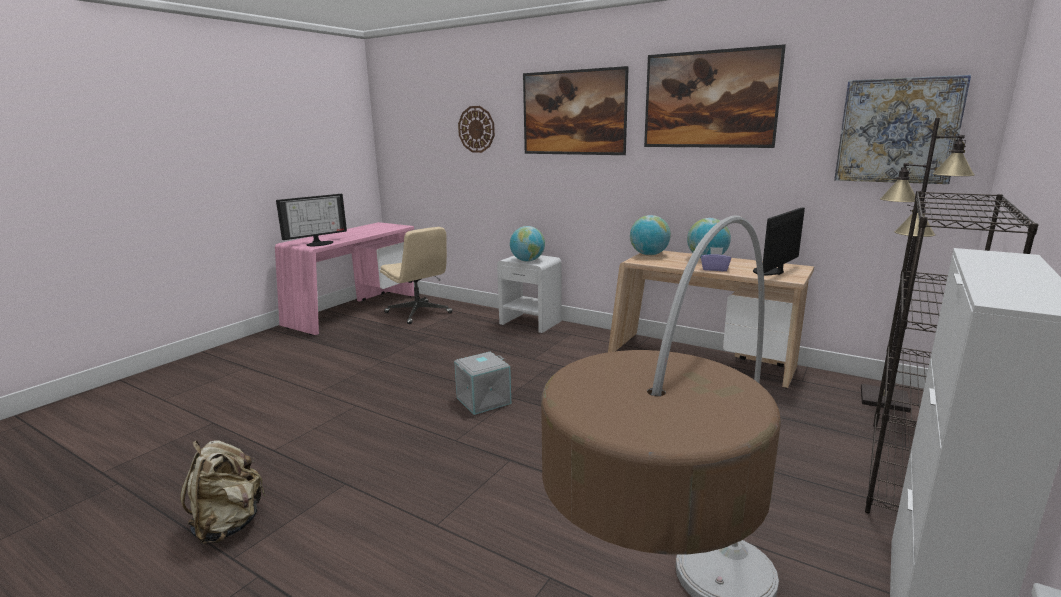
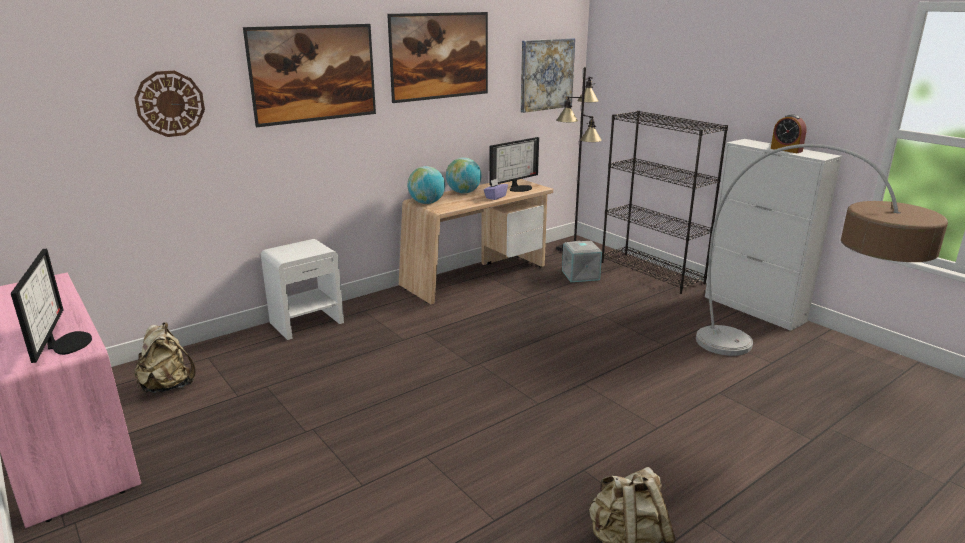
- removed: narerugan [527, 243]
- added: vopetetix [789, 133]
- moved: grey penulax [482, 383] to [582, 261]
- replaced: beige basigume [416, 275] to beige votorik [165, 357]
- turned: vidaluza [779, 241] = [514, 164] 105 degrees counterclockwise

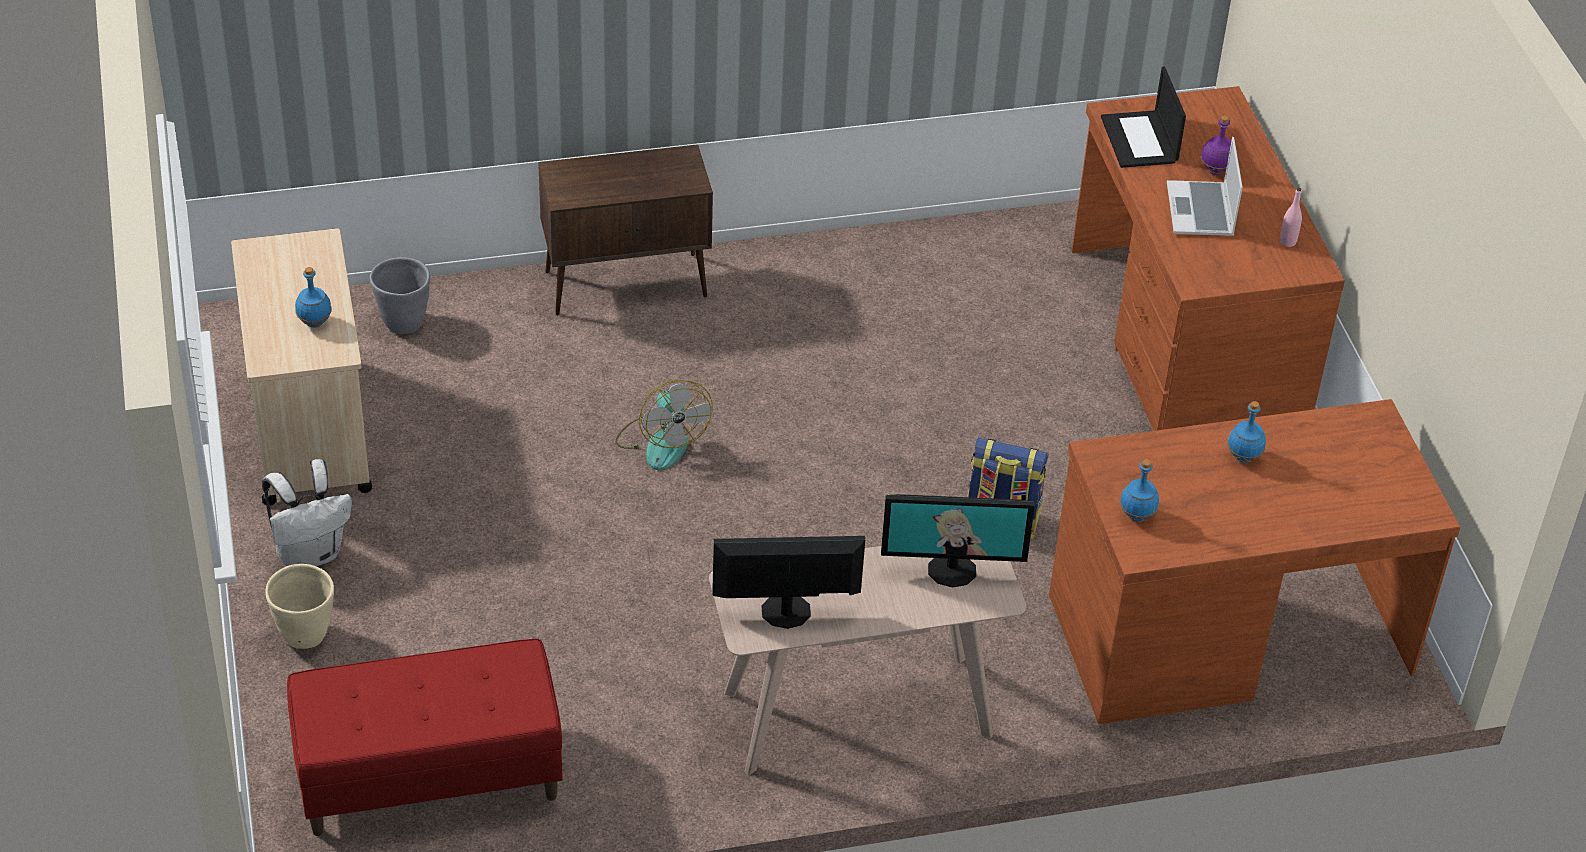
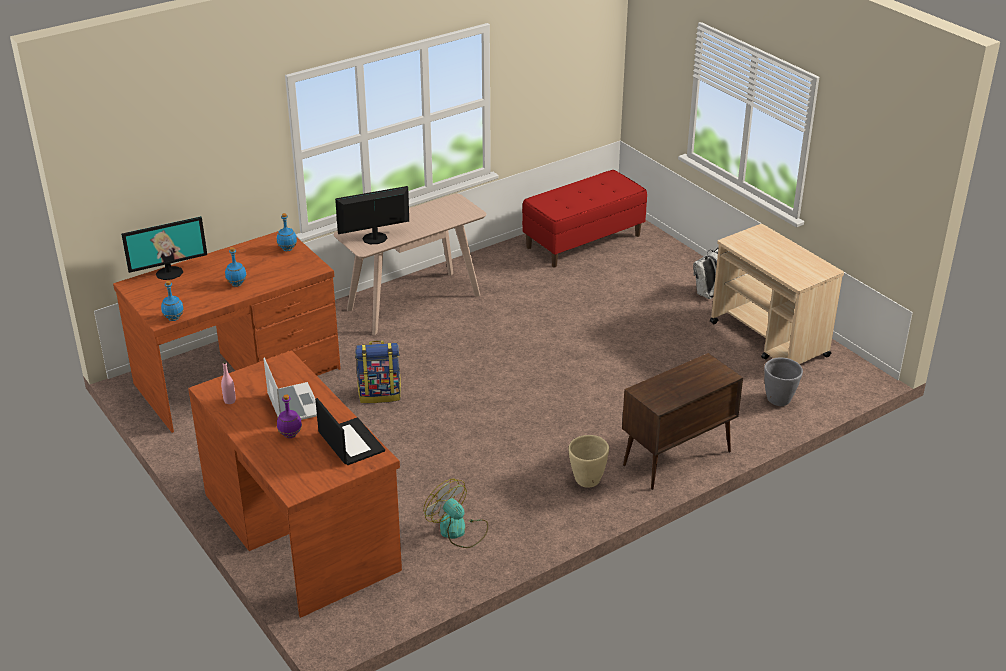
- moved: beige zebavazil [299, 606] to [588, 461]
- moved: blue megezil [313, 297] to [172, 301]
- moved: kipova [664, 425] to [455, 513]
- moved: vidaluza [788, 582] to [164, 248]

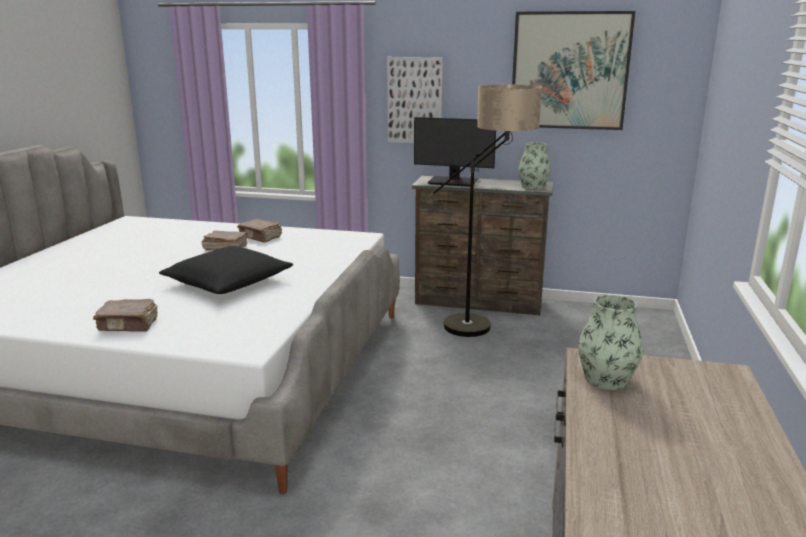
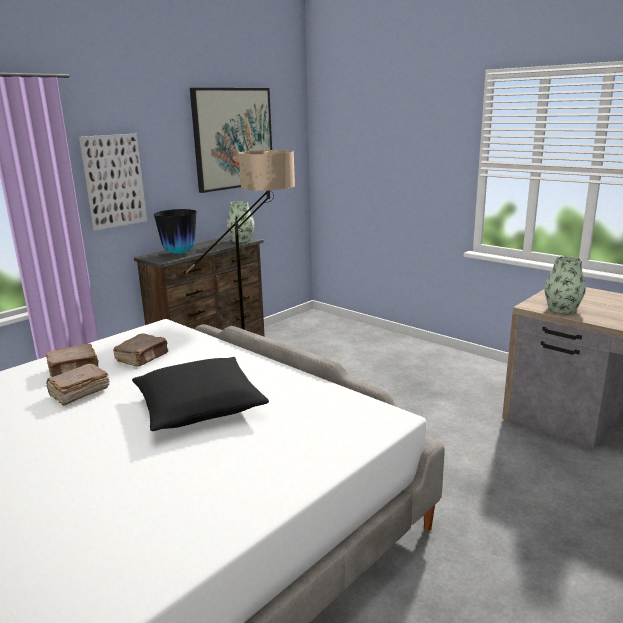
- moved: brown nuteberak [125, 315] to [140, 349]
- replaced: vidaluza [455, 152] to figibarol [175, 231]

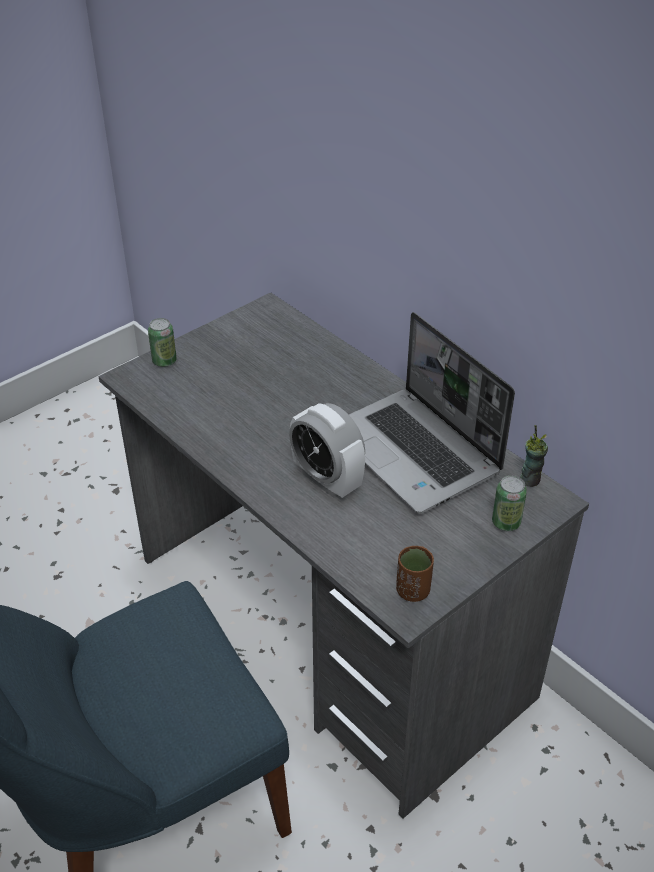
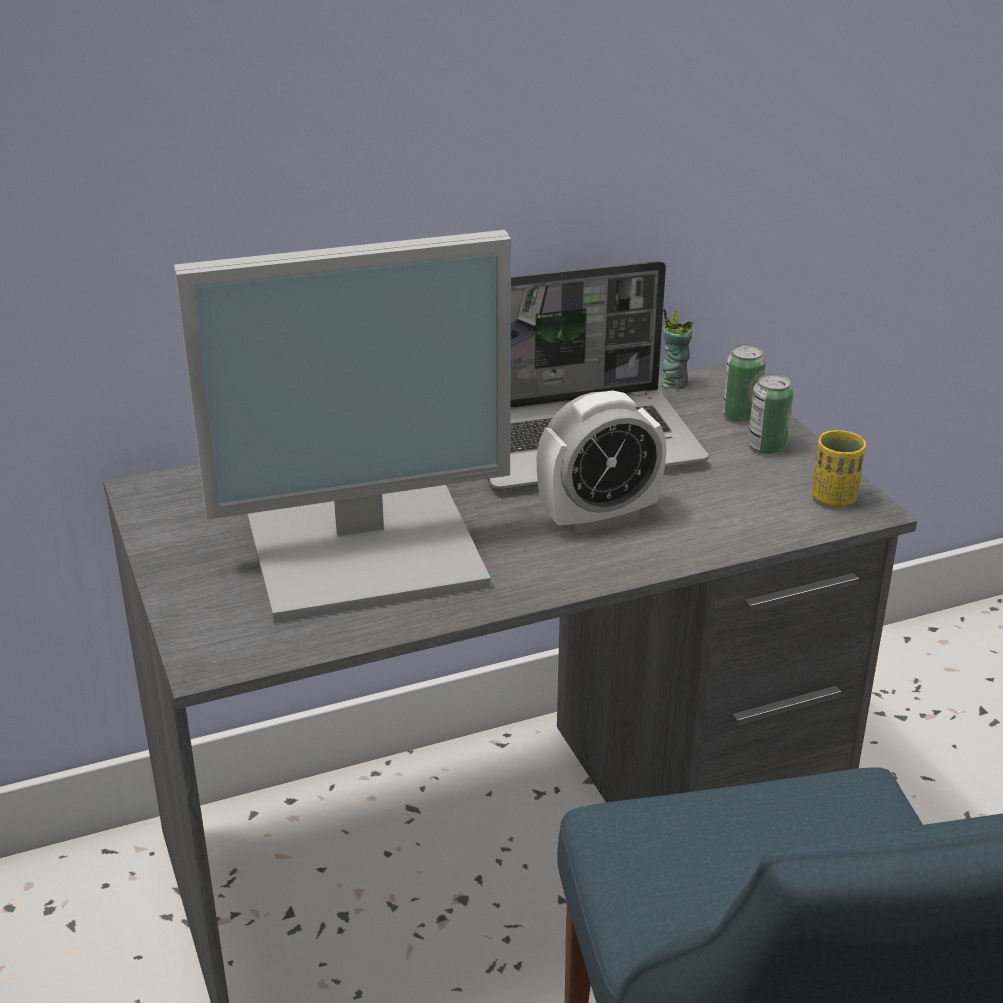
- added: vidaluza [342, 426]
- moved: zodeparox [162, 342] to [771, 414]
- recoloured: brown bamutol [415, 574] to yellow bamutol [838, 468]

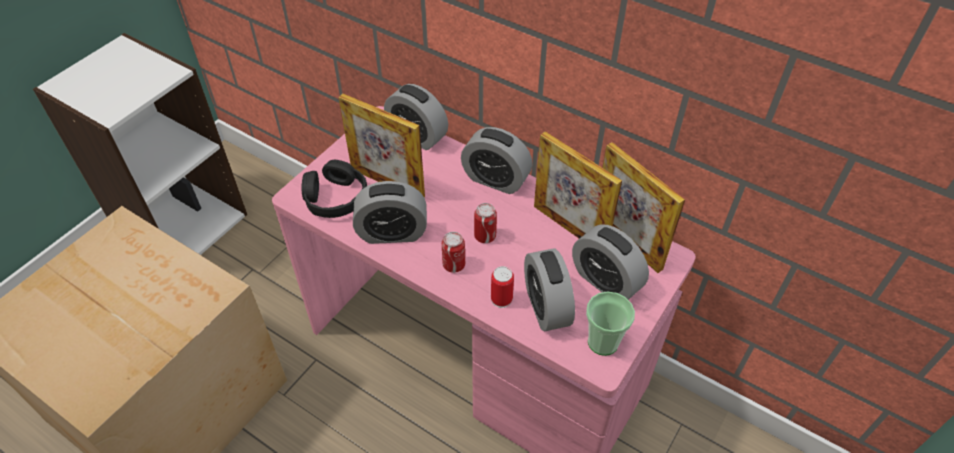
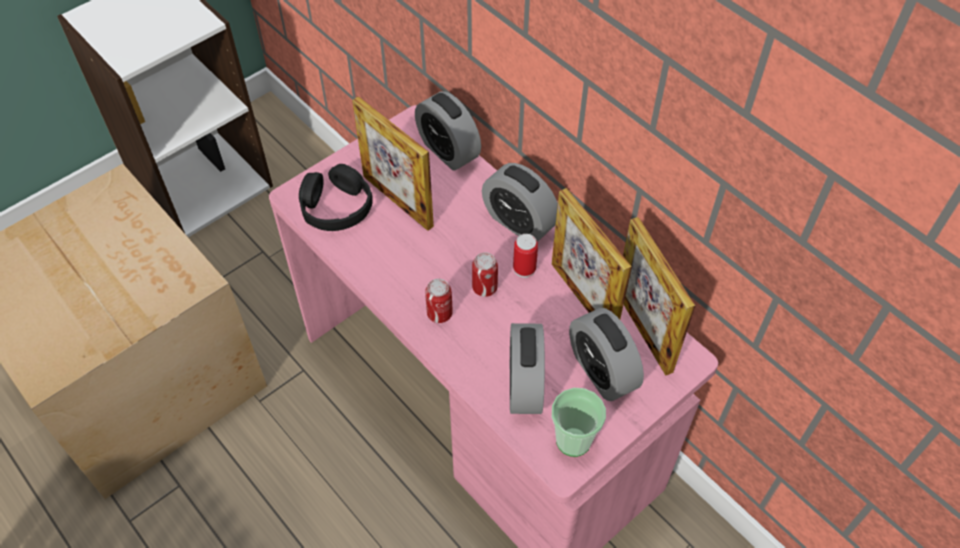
- removed: vopetetix [390, 212]
- moved: zodeparox [502, 287] to [525, 256]

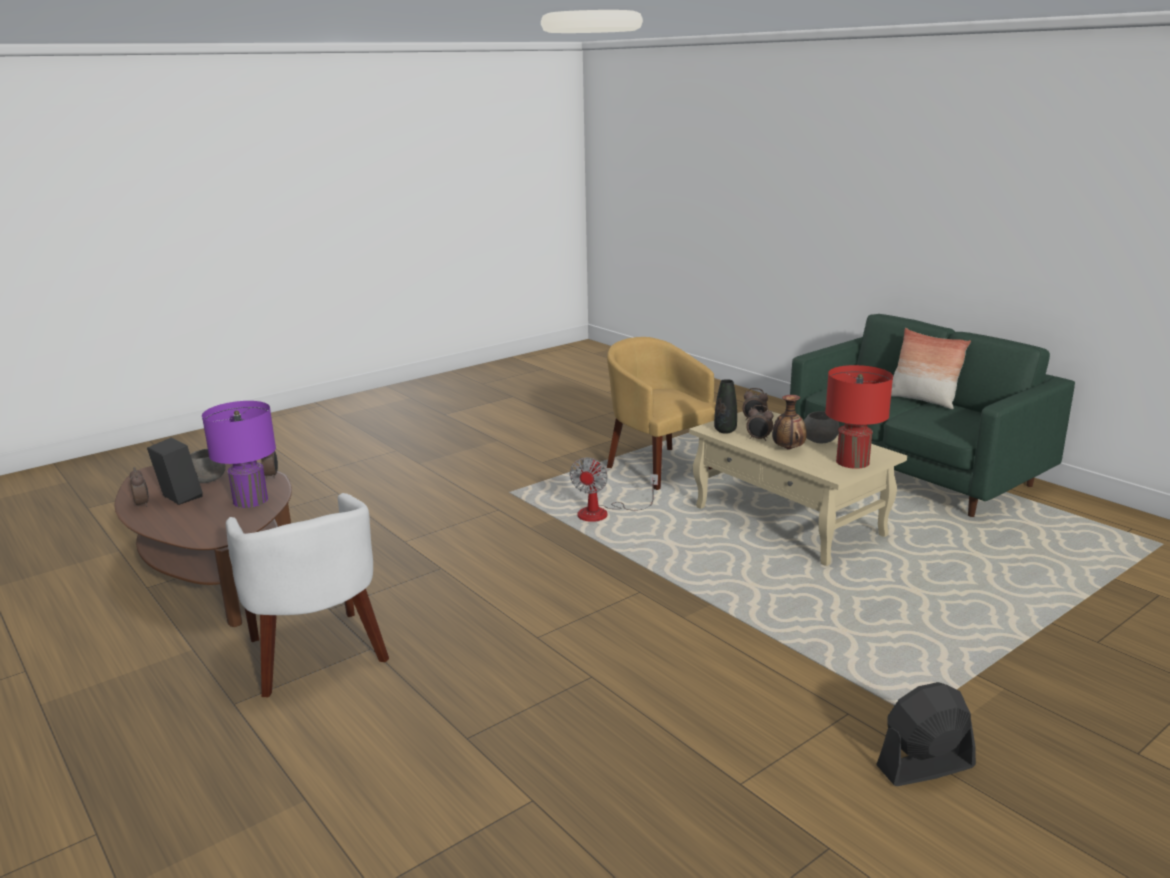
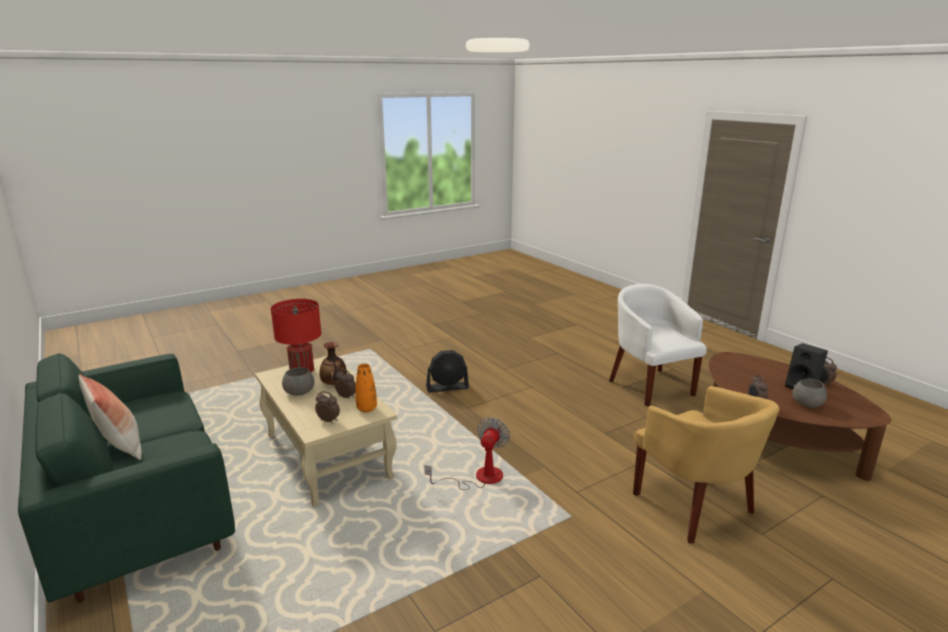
- removed: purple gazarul [239, 454]
- moved: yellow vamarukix [661, 413] to [706, 465]
- moved: black kipova [926, 734] to [447, 371]
- recoloured: black figibarol [725, 406] to orange figibarol [366, 388]

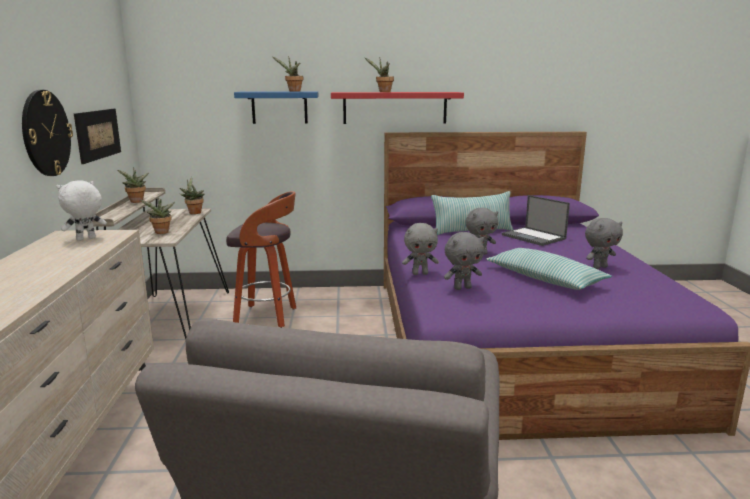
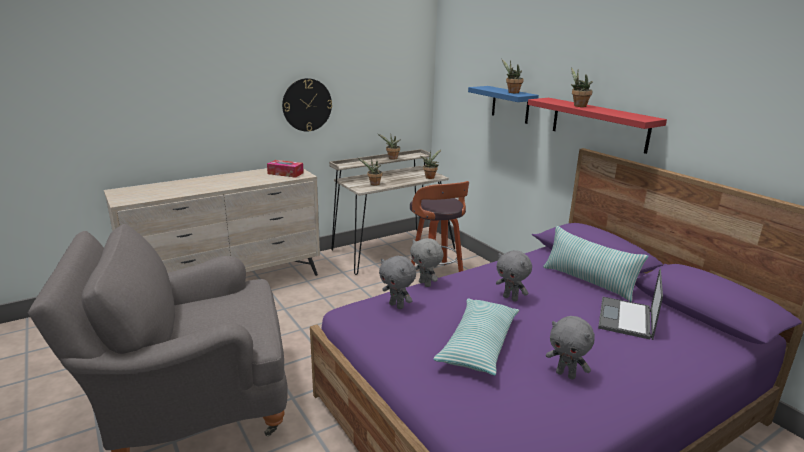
- removed: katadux [97, 136]
- replaced: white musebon [82, 210] to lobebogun [285, 169]

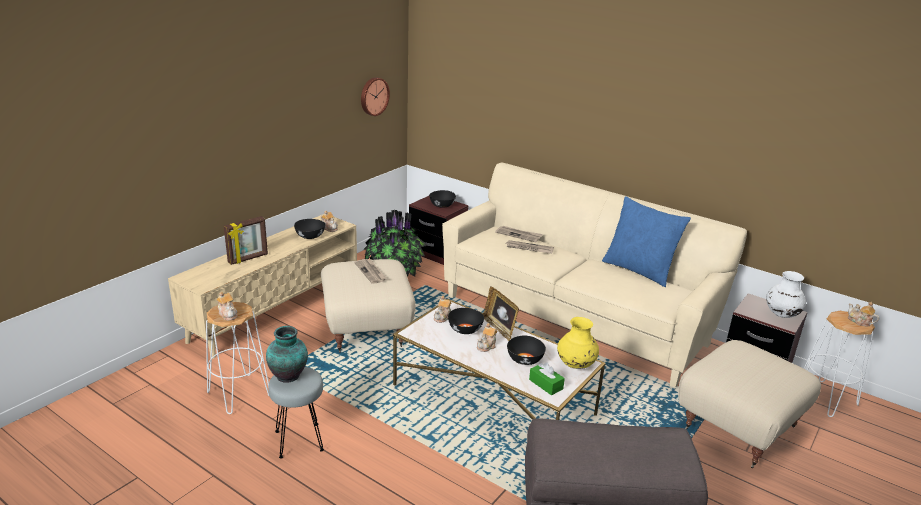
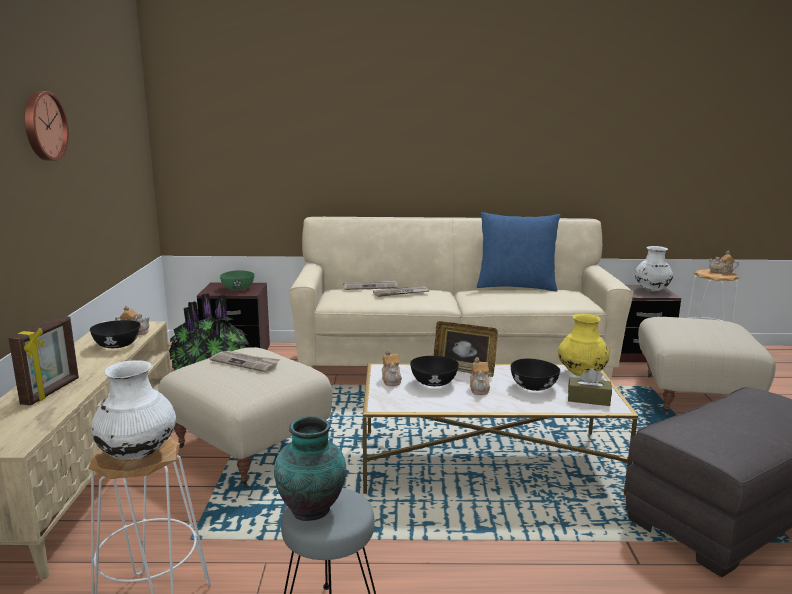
- moved: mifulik [375, 96] to [47, 126]
- replaced: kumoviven [226, 306] to white figibarol [133, 410]
- recoloured: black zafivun [442, 199] to green zafivun [237, 280]
- recoloured: green lobebogun [547, 378] to brown lobebogun [590, 387]

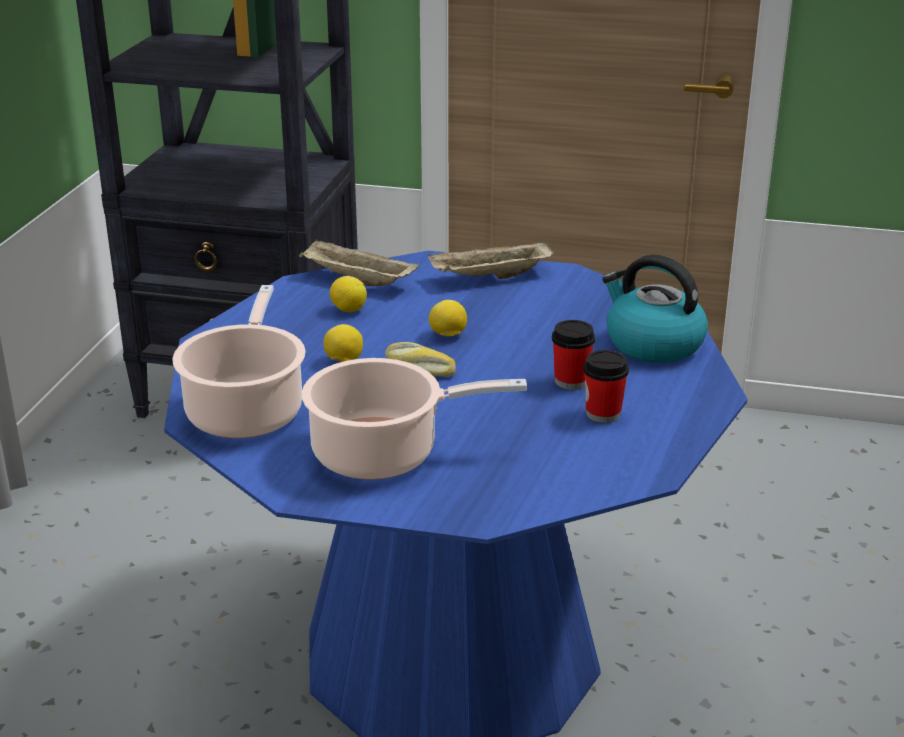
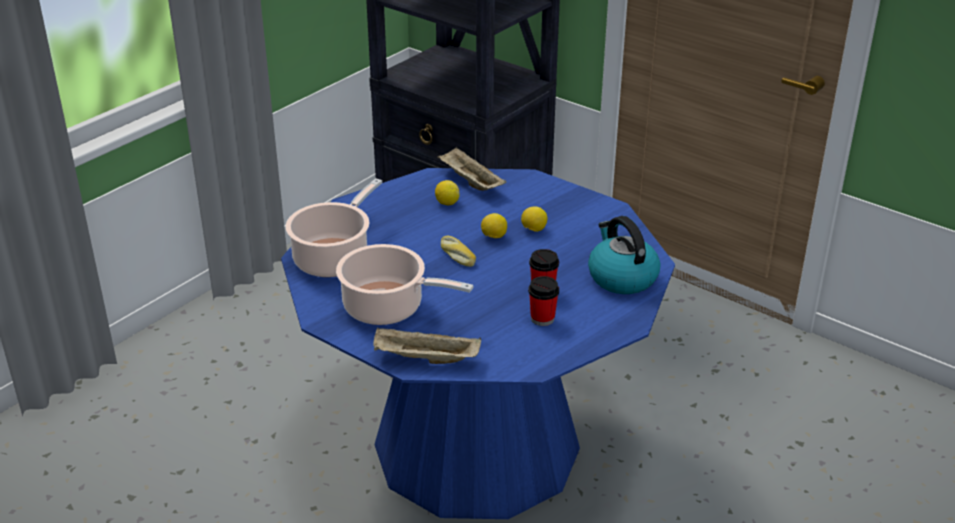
- moved: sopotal [343, 343] to [534, 219]
- moved: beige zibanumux [491, 259] to [427, 346]

